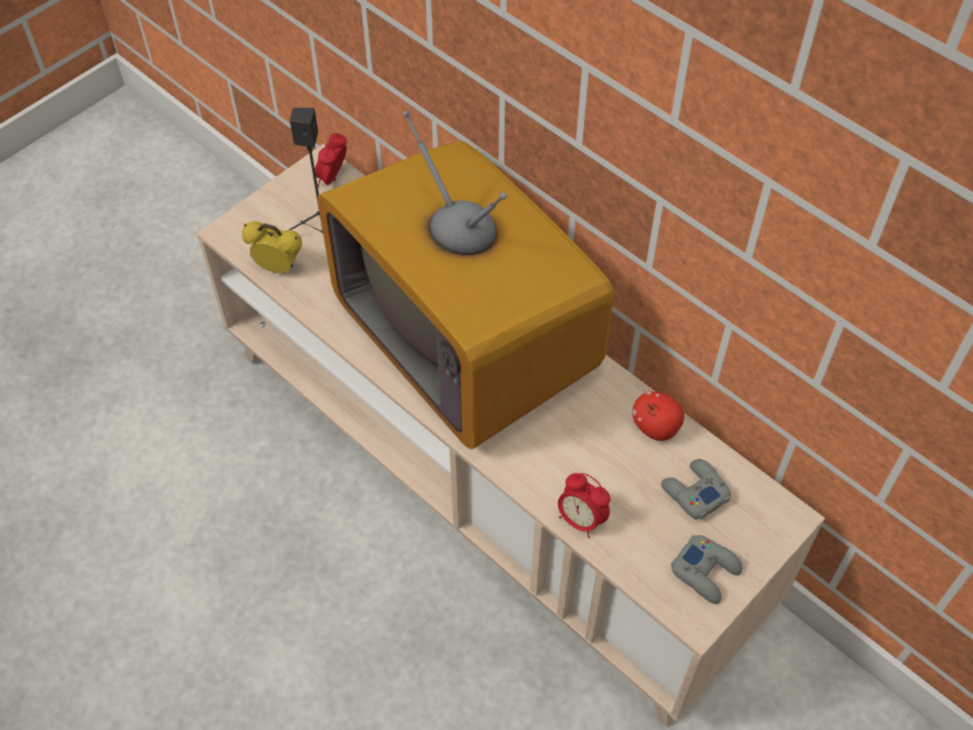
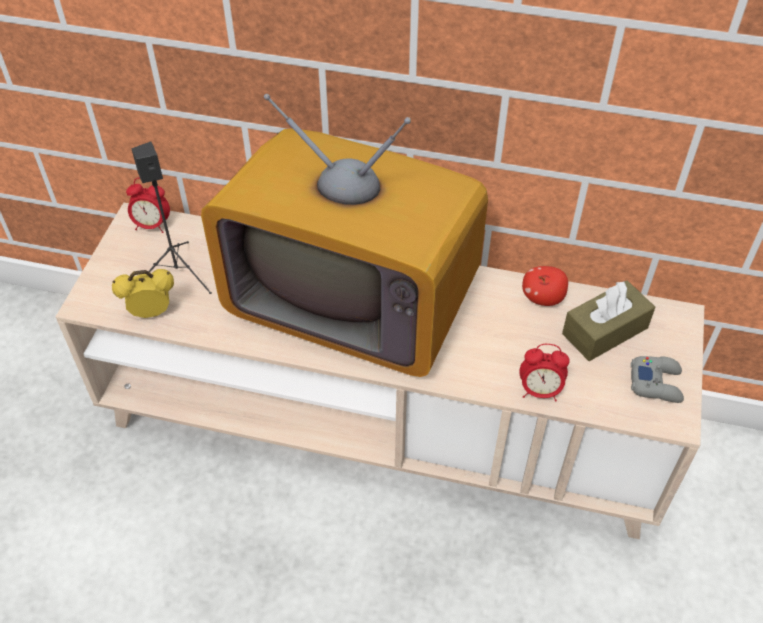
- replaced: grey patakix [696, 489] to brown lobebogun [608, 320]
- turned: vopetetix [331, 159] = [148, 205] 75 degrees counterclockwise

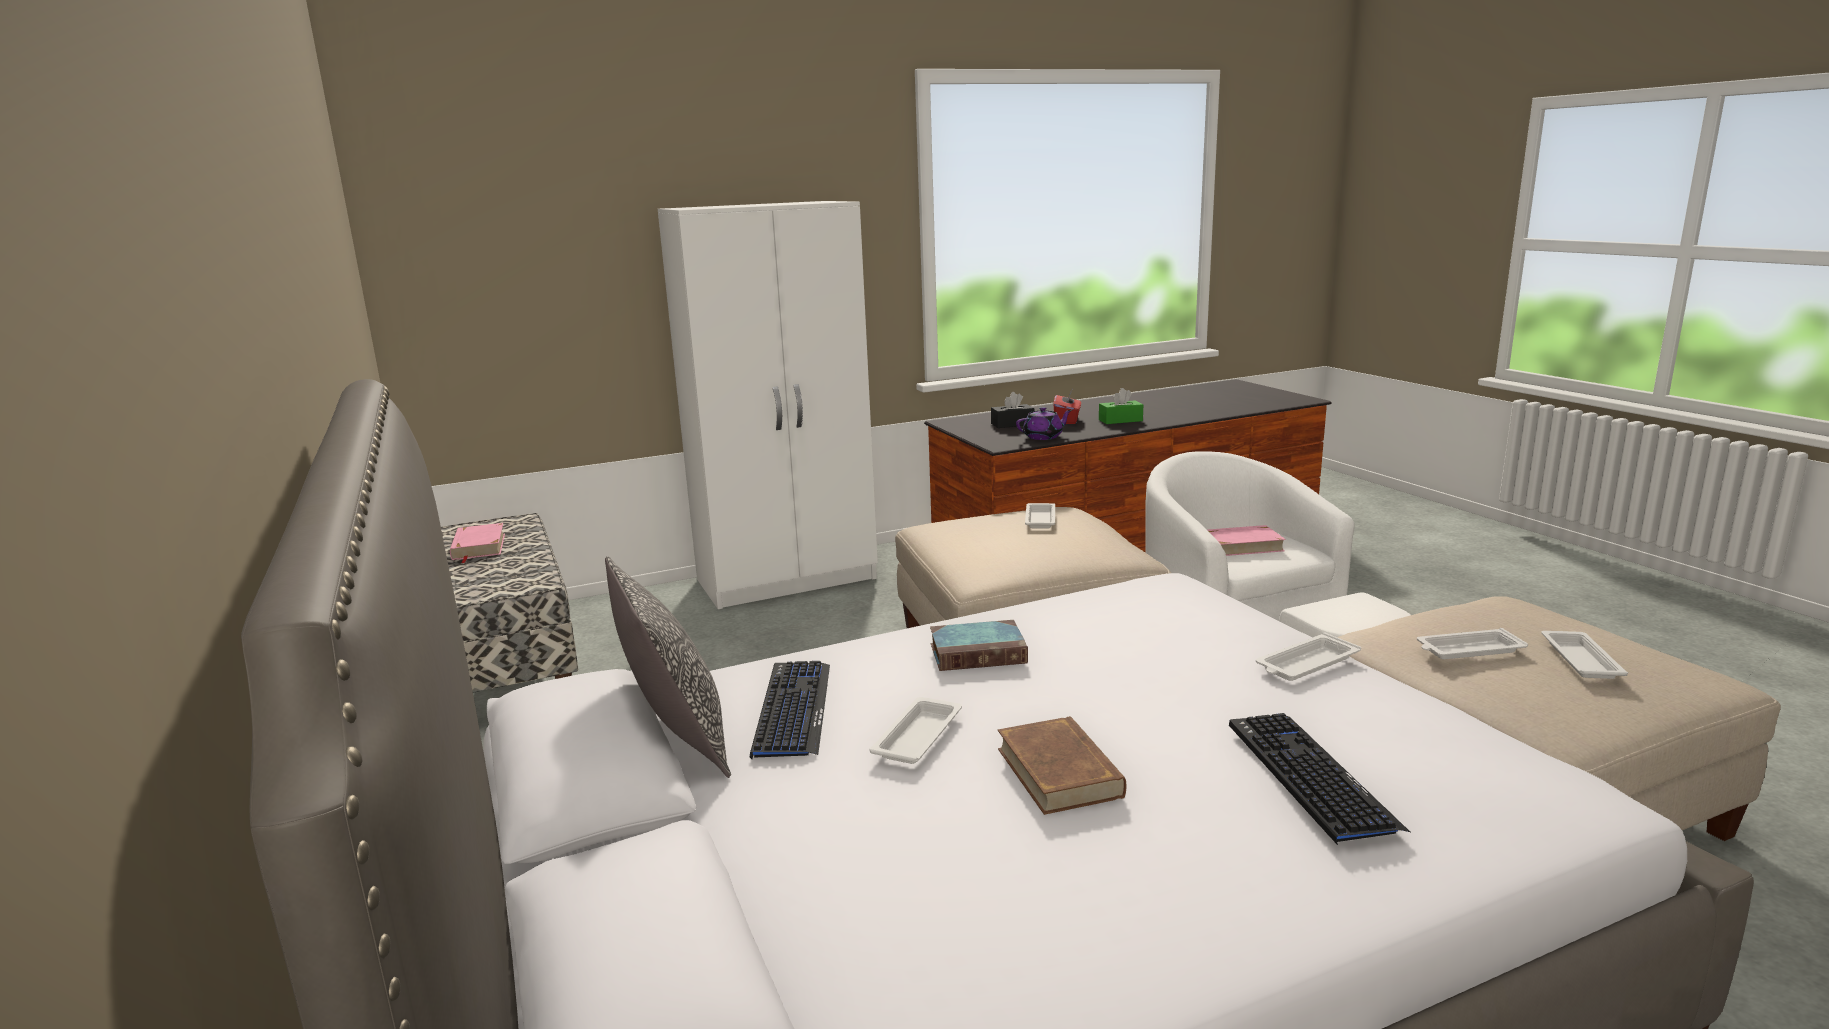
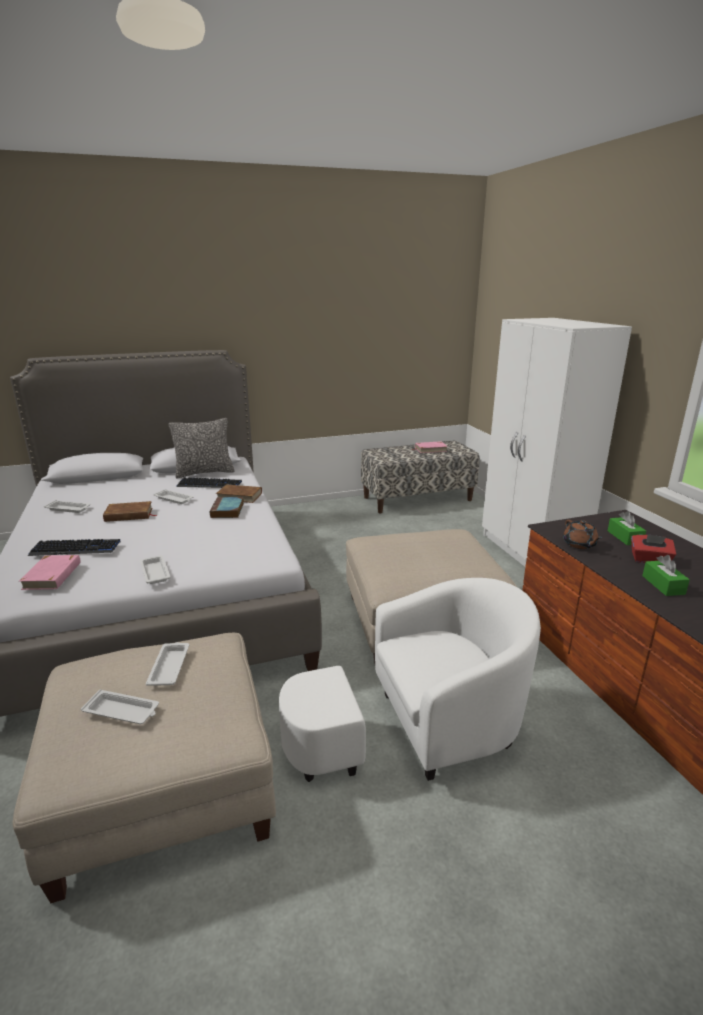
- added: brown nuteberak [239, 493]
- moved: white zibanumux [1040, 516] to [67, 506]
- moved: pink nuteberak [1247, 540] to [50, 572]
- recoloured: black lobebogun [1012, 410] to green lobebogun [627, 528]
- recoloured: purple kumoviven [1044, 423] to brown kumoviven [582, 534]

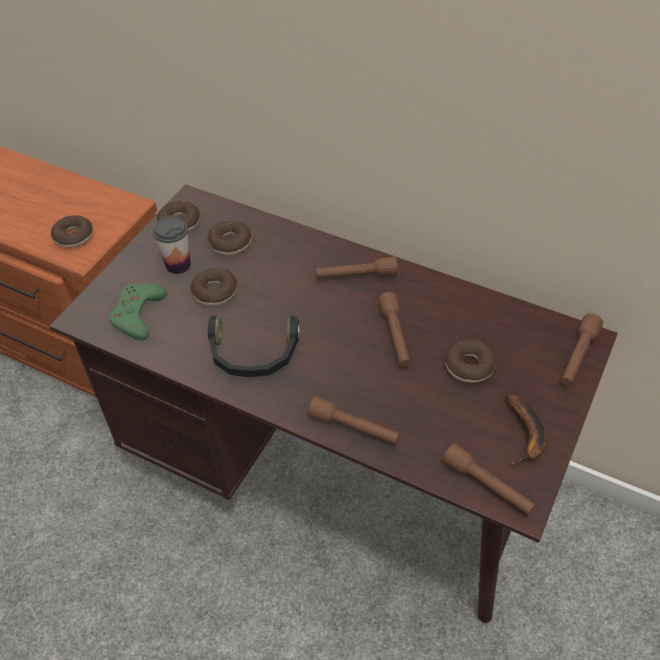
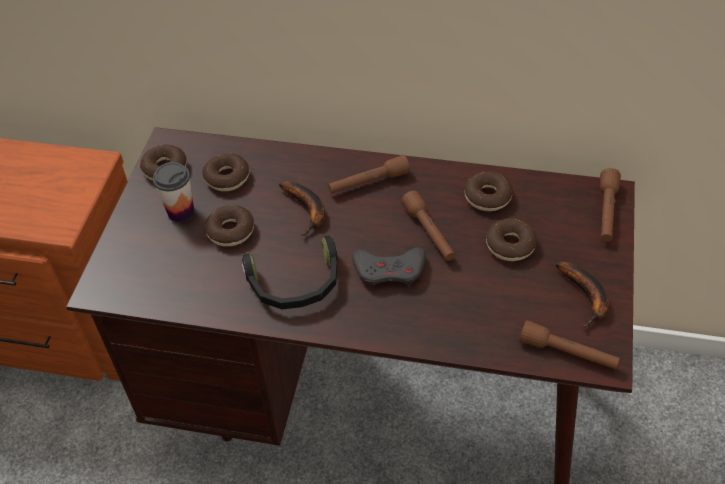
- removed: green patakix [138, 311]
- removed: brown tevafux [353, 420]
- added: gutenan [302, 208]
- added: grey patakix [389, 268]
- moved: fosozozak [72, 231] to [488, 191]

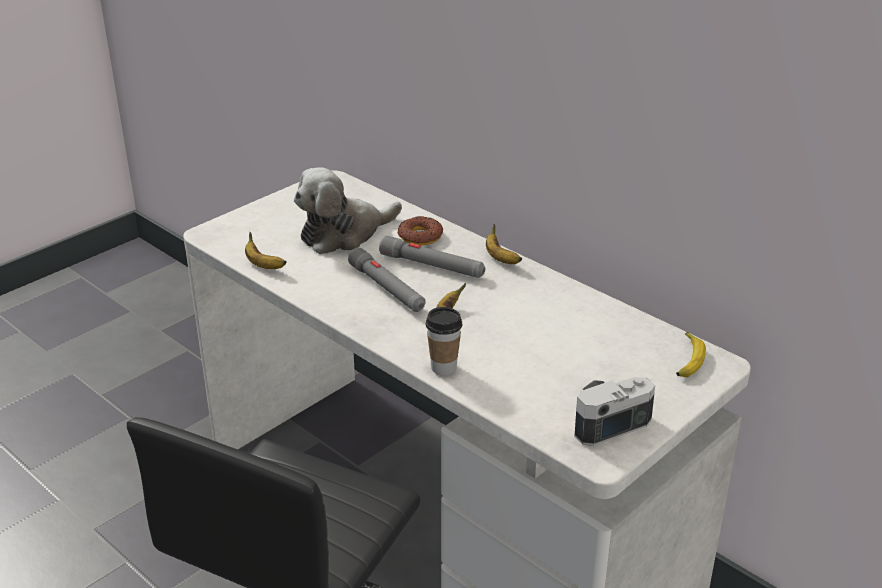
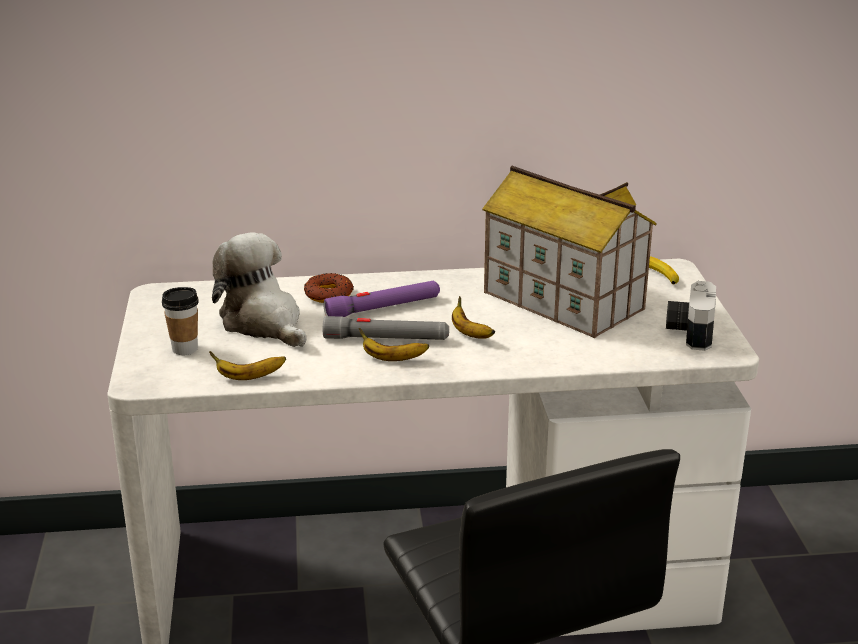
- added: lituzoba [569, 252]
- moved: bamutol [444, 341] to [180, 321]
- moved: gutenan [504, 244] to [394, 344]
- recoloured: grey tevafux [432, 257] to purple tevafux [381, 299]
- turned: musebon [348, 210] = [259, 289] 135 degrees clockwise

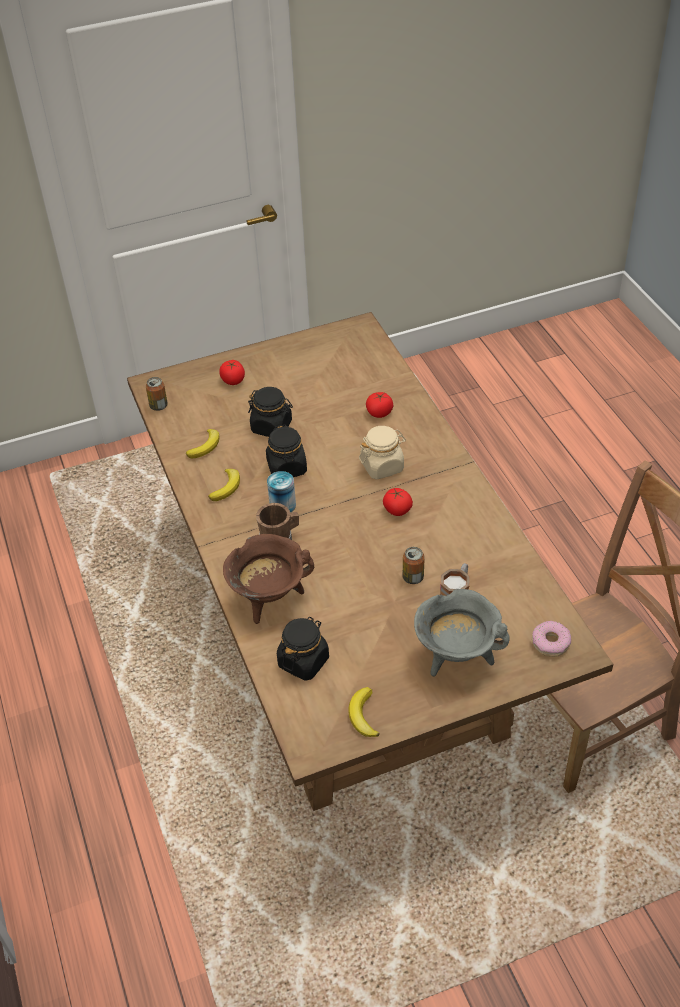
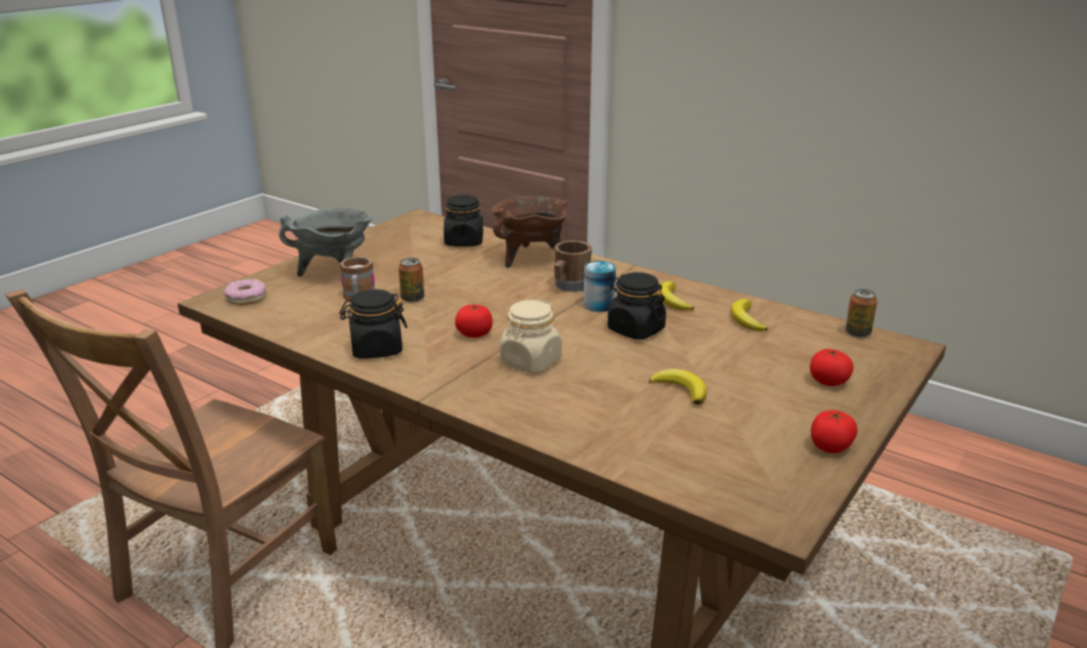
- moved: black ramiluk [270, 412] to [373, 324]
- moved: gutenan [364, 712] to [678, 387]
- moved: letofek [379, 405] to [834, 431]

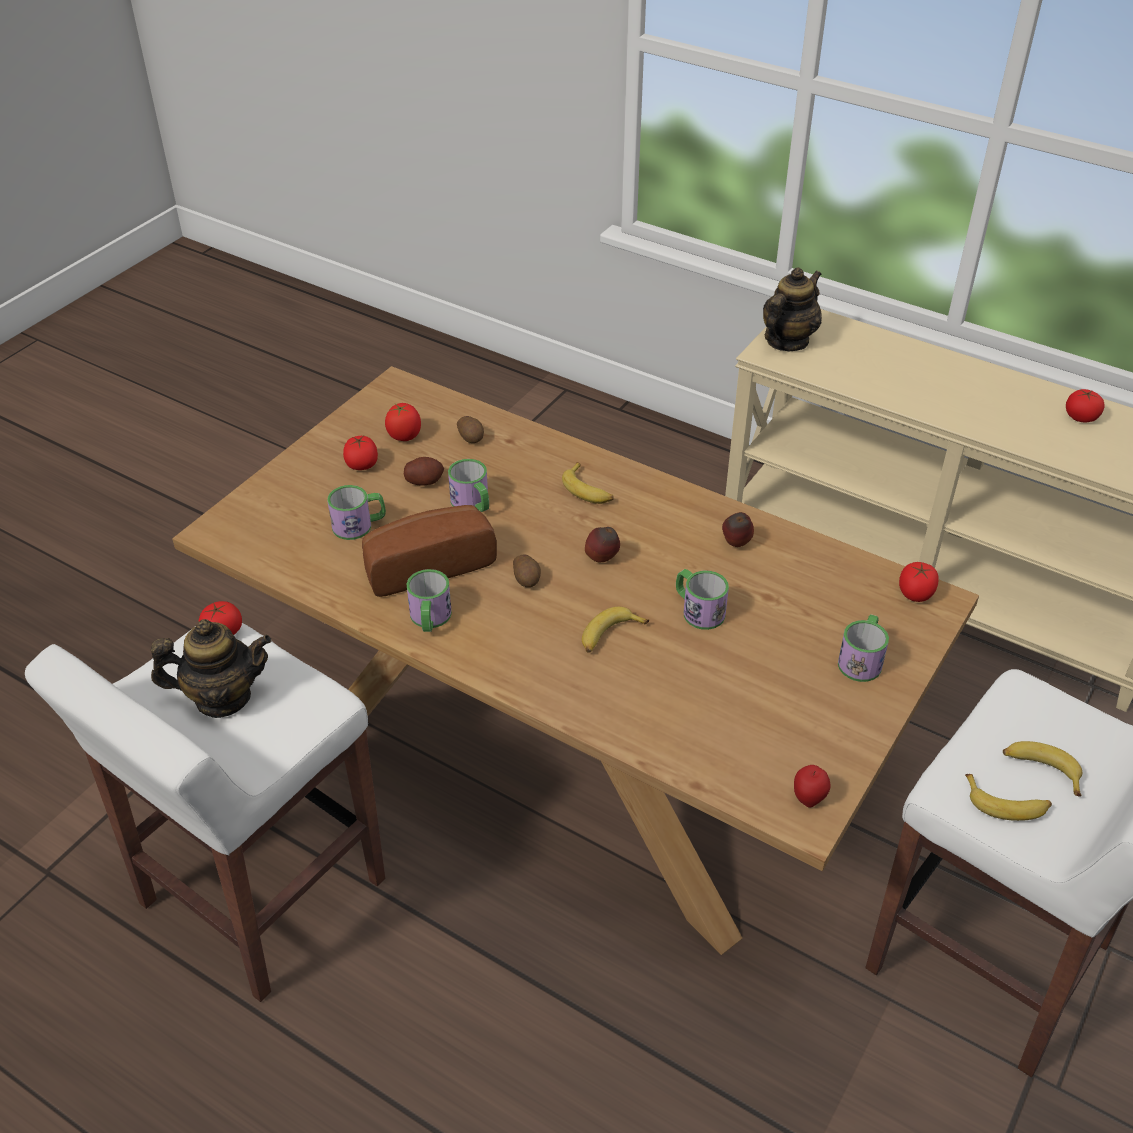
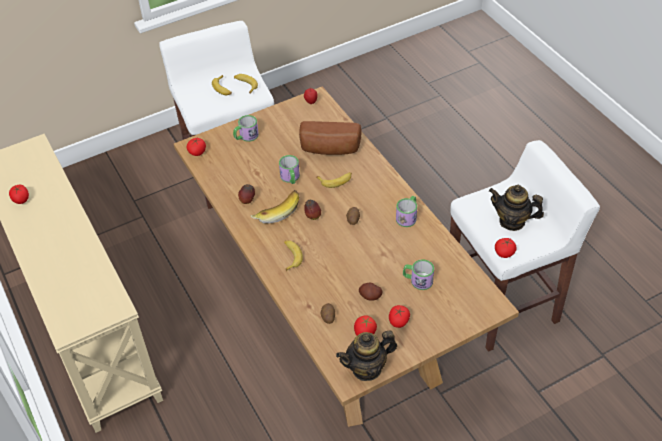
- removed: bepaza [468, 485]
- added: gutenan [274, 207]
- moved: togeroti [429, 551] to [330, 138]
- moved: kumoviven [792, 309] to [366, 355]

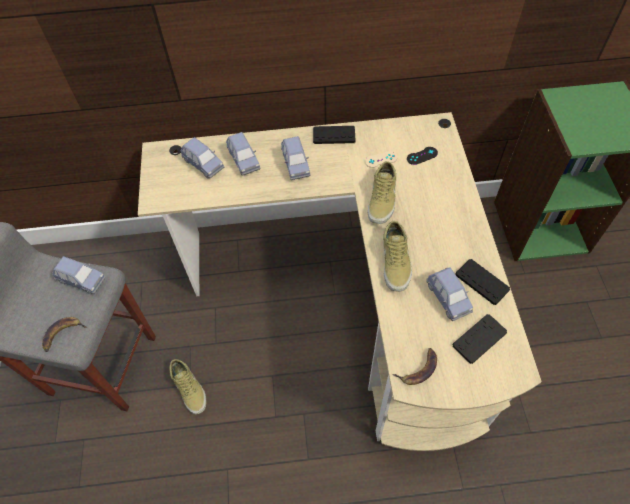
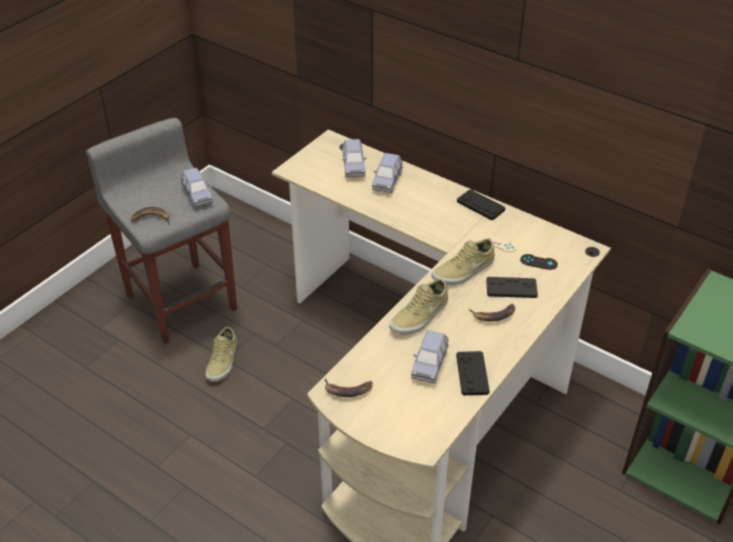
- removed: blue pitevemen [295, 158]
- added: gutenan [492, 313]
- moved: black patakix [479, 339] to [512, 287]

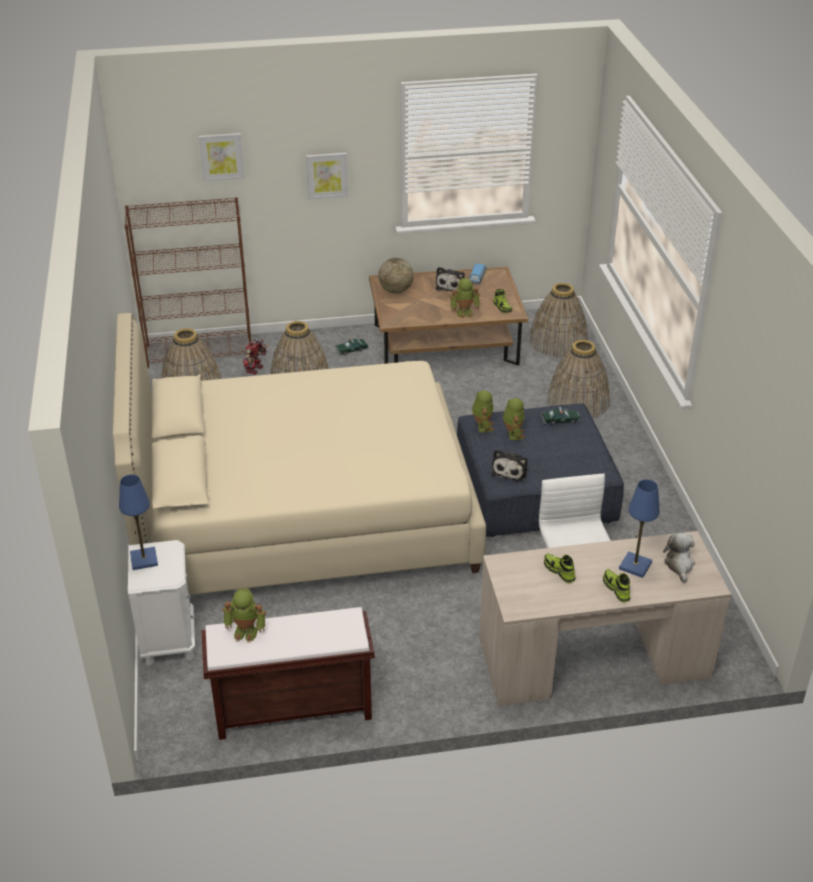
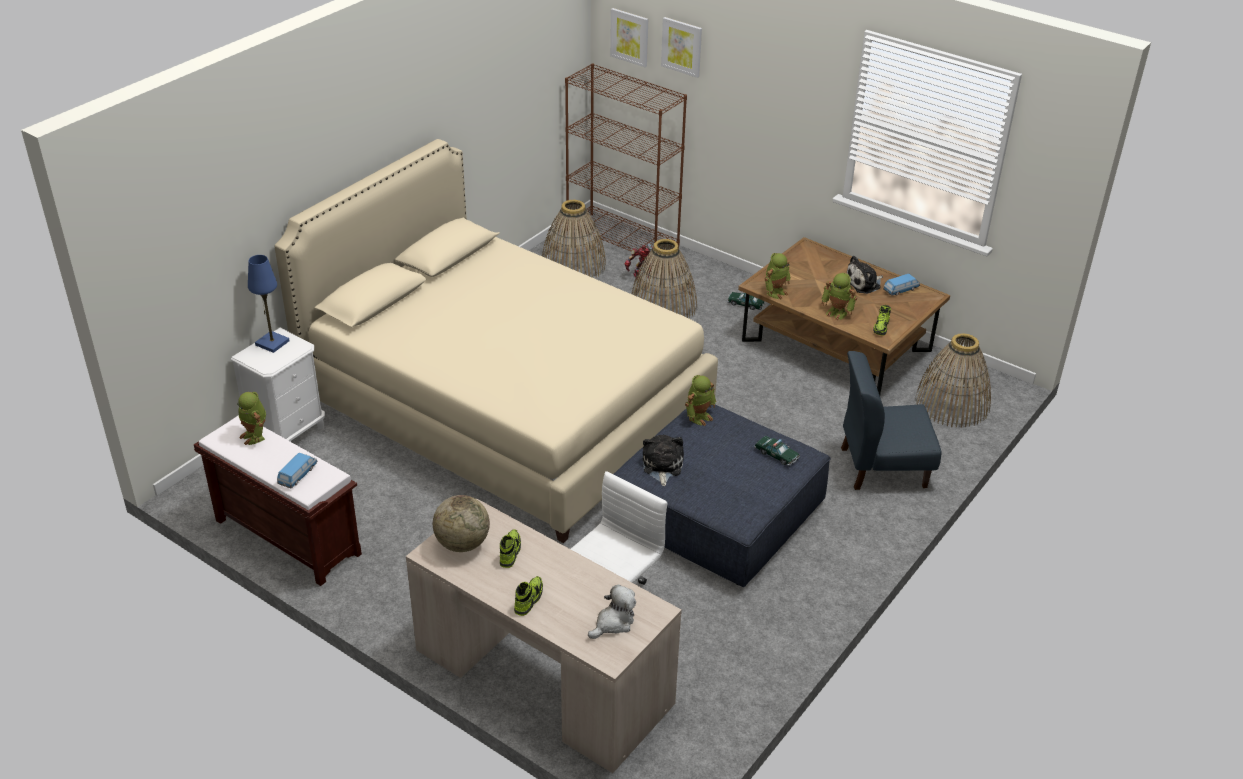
- removed: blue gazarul [639, 528]
- added: pitevemen [297, 470]
- moved: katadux [327, 176] to [629, 37]
- moved: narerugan [396, 275] to [461, 523]
- moved: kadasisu [514, 419] to [778, 276]
- replaced: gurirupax [578, 379] to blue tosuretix [891, 420]
- turned: musebon [510, 466] = [663, 460] 120 degrees clockwise

